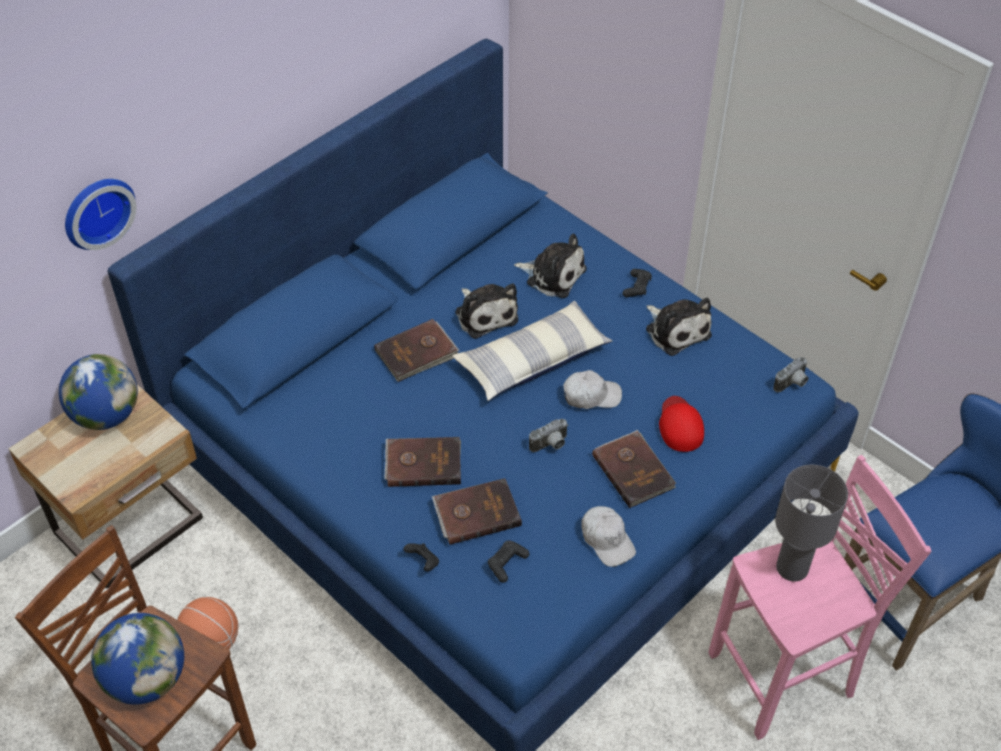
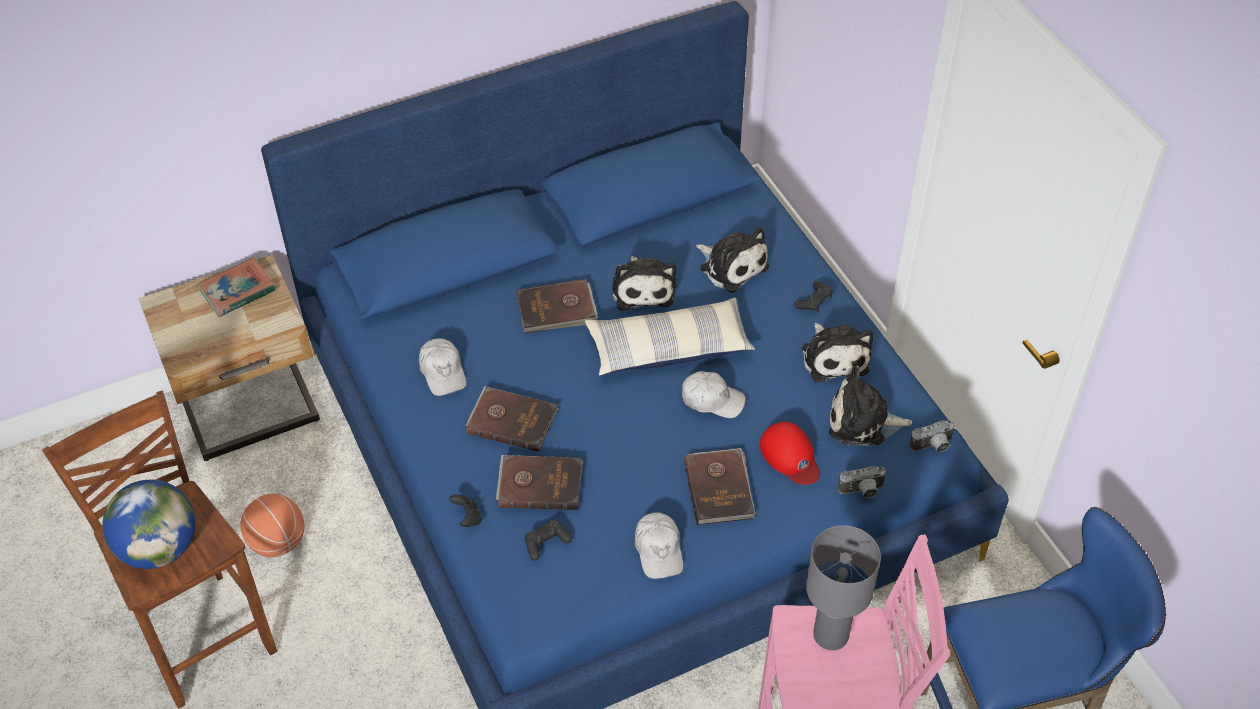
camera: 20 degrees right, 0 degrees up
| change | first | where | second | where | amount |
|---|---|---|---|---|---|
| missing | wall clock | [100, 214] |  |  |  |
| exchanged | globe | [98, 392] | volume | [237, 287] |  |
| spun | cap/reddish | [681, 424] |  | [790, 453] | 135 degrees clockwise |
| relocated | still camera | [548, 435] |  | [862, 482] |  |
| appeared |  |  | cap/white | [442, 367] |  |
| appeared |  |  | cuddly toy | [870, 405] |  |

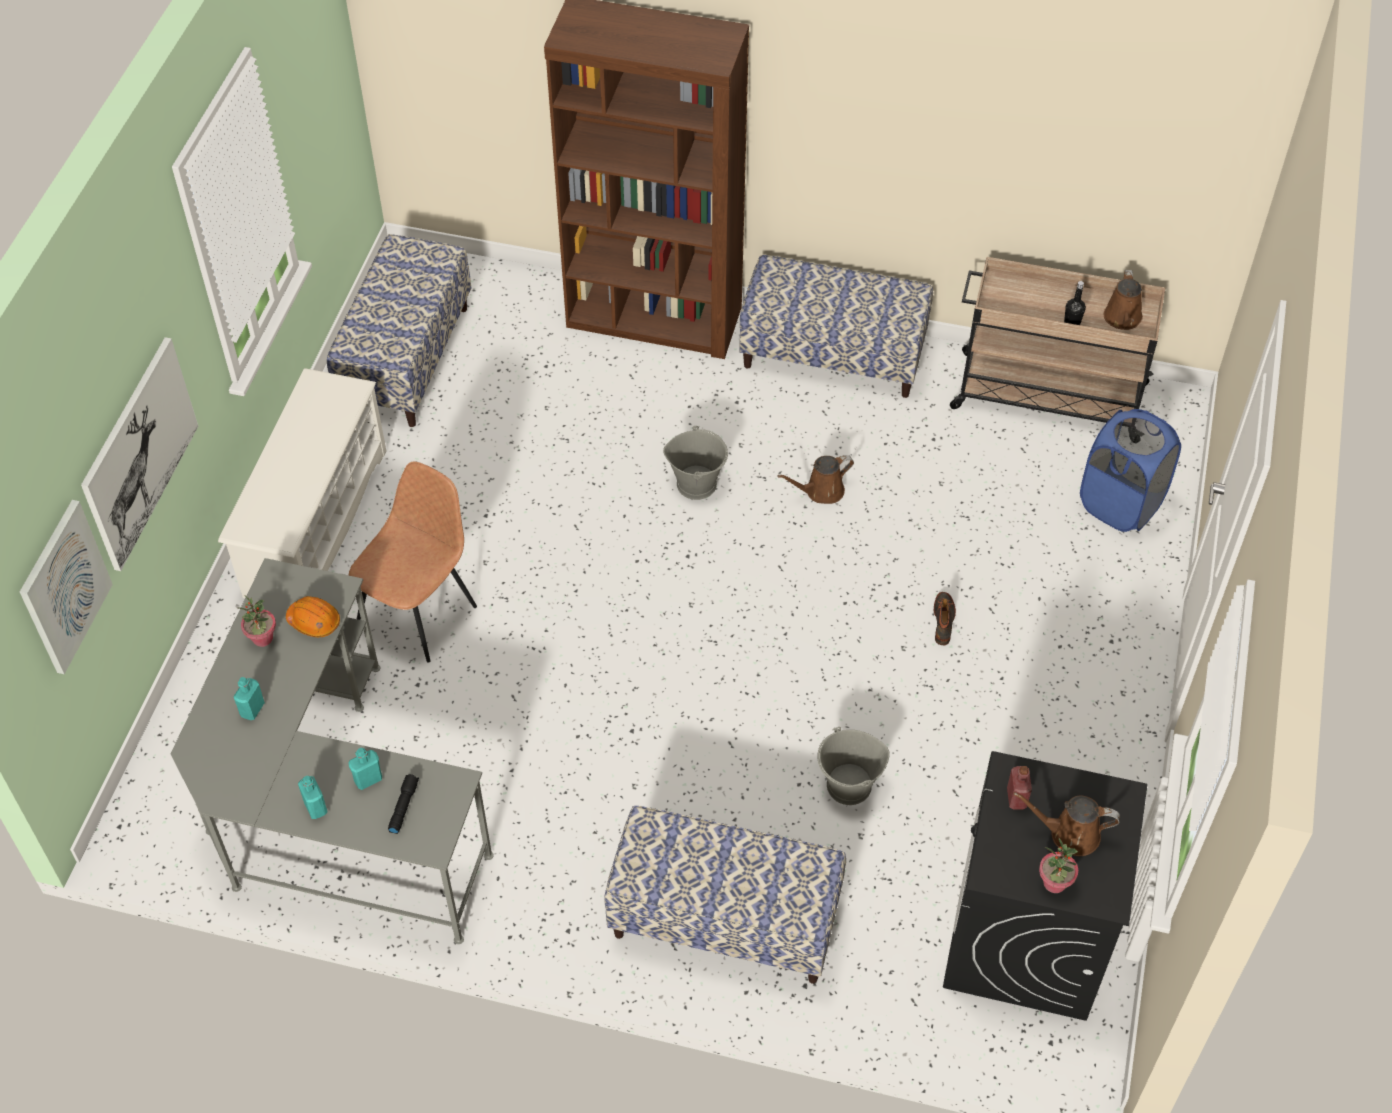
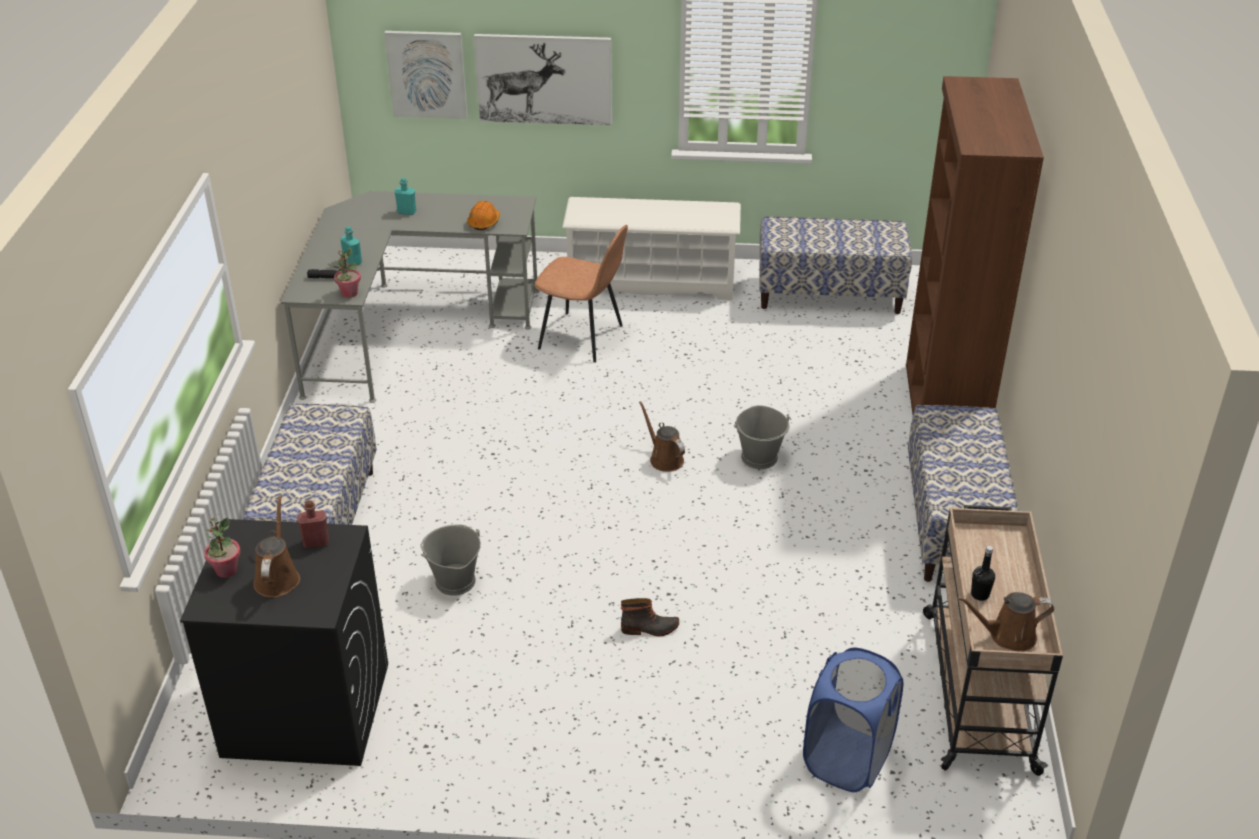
camera: 80 degrees right, 15 degrees down
| change | first | where | second | where | amount |
|---|---|---|---|---|---|
| relocated | watering can/brown | [815, 479] |  | [662, 436] |  |
| relocated | plant in a pot | [257, 621] |  | [347, 273] |  |
| missing | drink bottle/blue-green | [313, 797] |  |  |  |

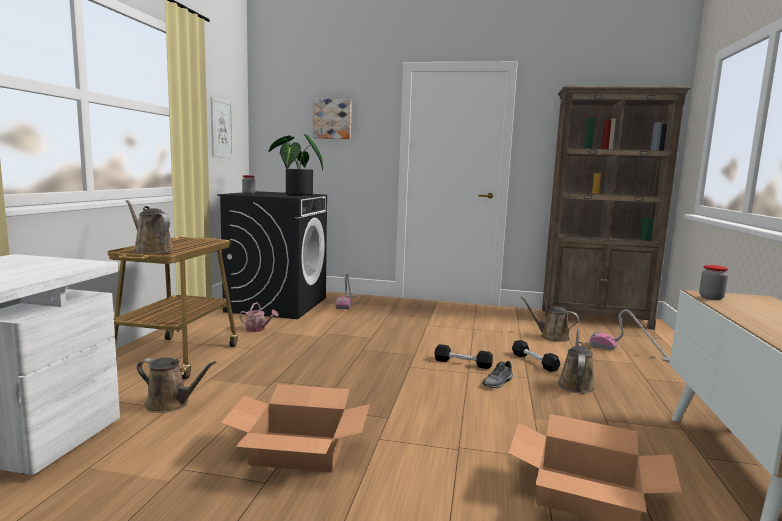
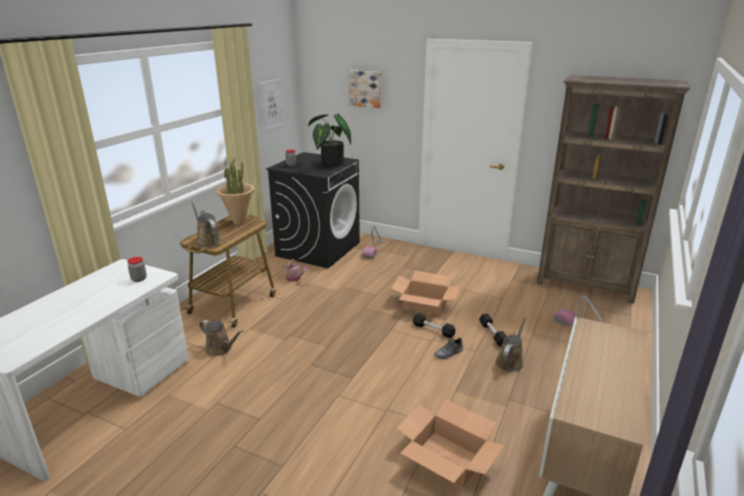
camera: 15 degrees right, 15 degrees up
| change | first | where | second | where | amount |
|---|---|---|---|---|---|
| relocated | storage jar | [713, 282] |  | [137, 269] |  |
| missing | watering can/brown | [549, 319] |  |  |  |
| relocated | cardboard box | [295, 428] |  | [426, 293] |  |
| appeared |  |  | plant in a pot | [235, 191] |  |

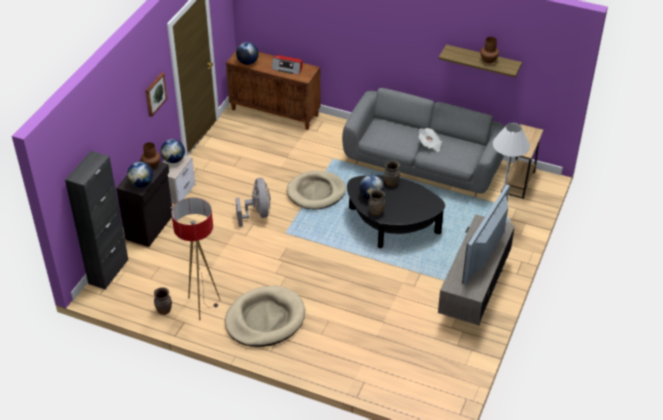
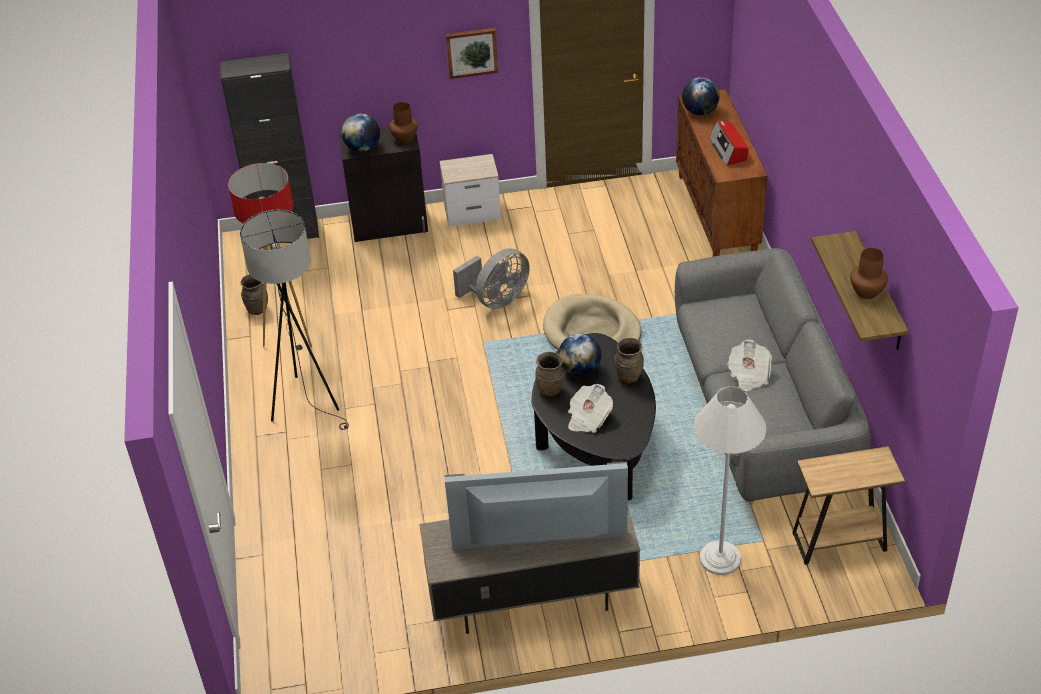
camera: 60 degrees right, 0 degrees up
| change | first | where | second | where | amount |
|---|---|---|---|---|---|
| missing | globe | [173, 151] |  |  |  |
| exchanged | dog bed/beige | [265, 316] | standing lamp/gray | [294, 320] |  |
| appeared |  |  | printed paper | [590, 408] |  |

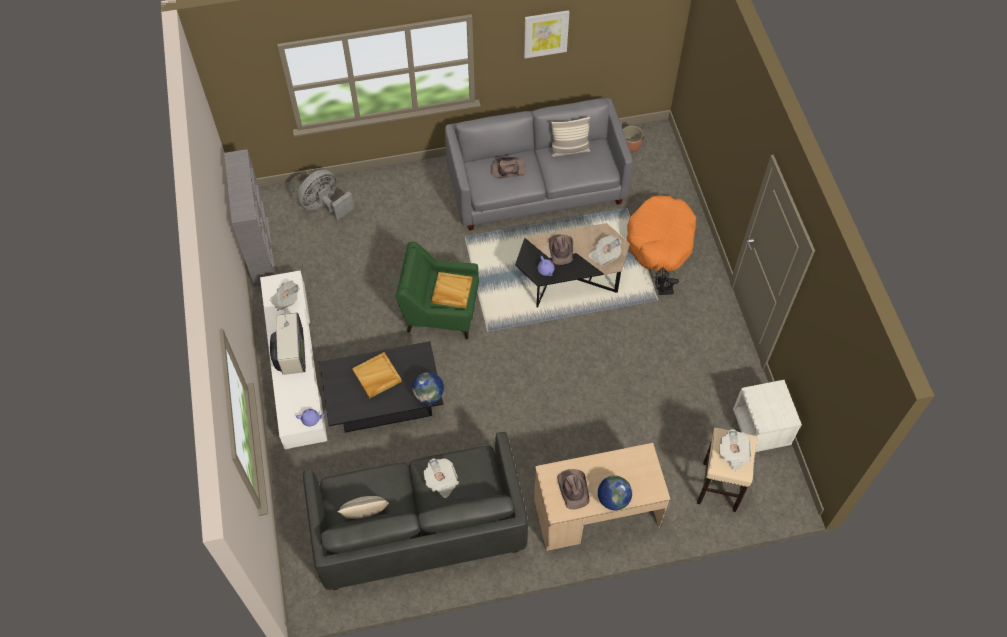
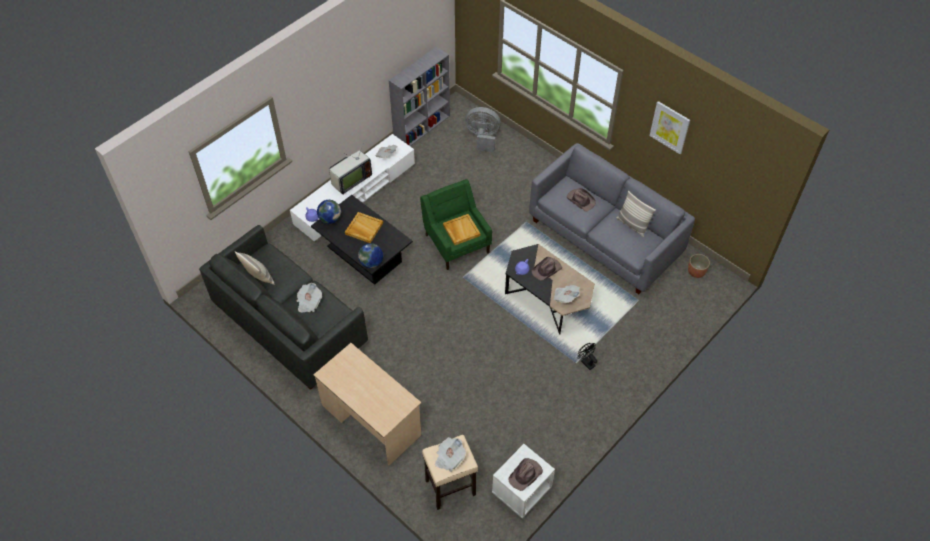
camera: 55 degrees right, 5 degrees down
| change | first | where | second | where | amount |
|---|---|---|---|---|---|
| missing | dog bed/orange | [661, 233] |  |  |  |
| relocated | hat/brown | [573, 489] |  | [525, 474] |  |
| relocated | globe | [615, 493] |  | [329, 212] |  |

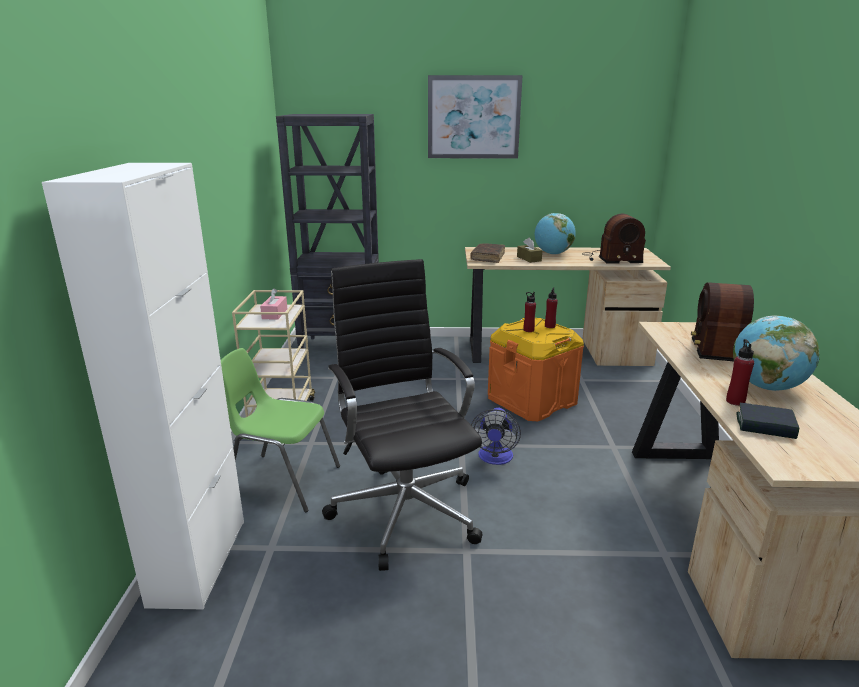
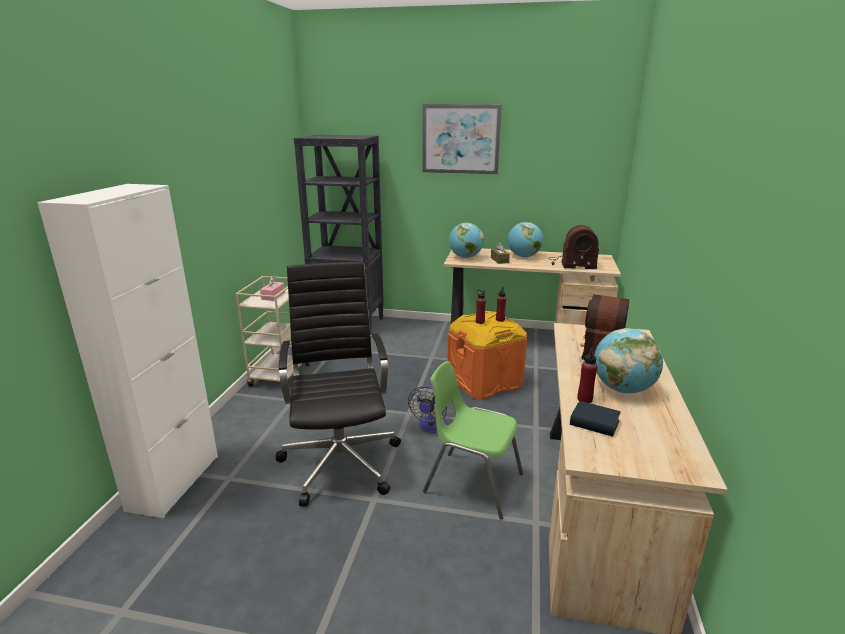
camera: 10 degrees right, 0 degrees up
| change | first | where | second | where | amount |
|---|---|---|---|---|---|
| exchanged | volume/brown | [487, 253] | globe | [466, 240] |  |
| relocated | chair/greenish | [280, 430] |  | [473, 440] |  |

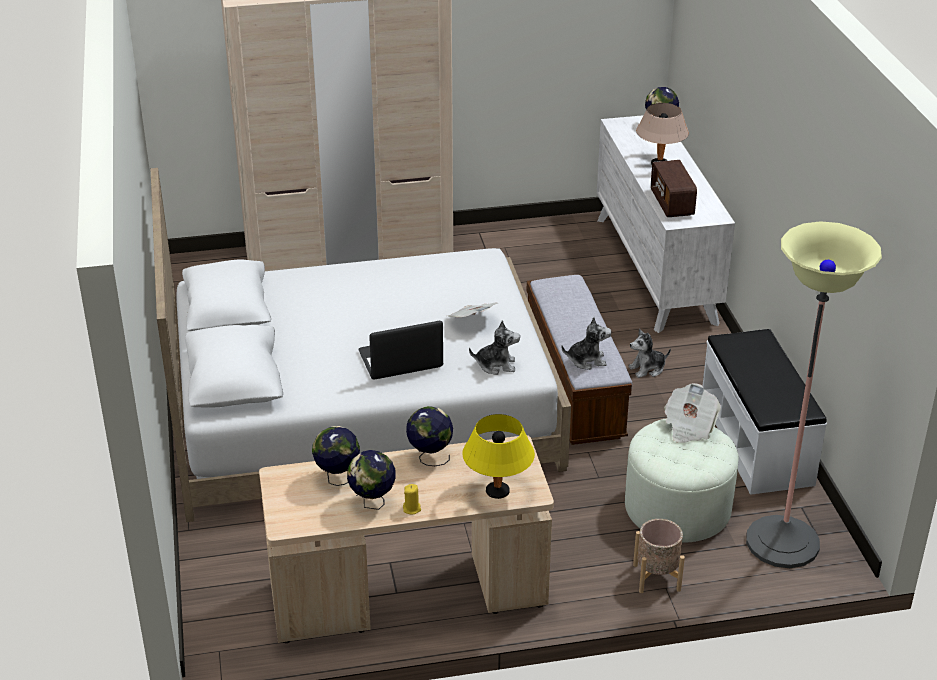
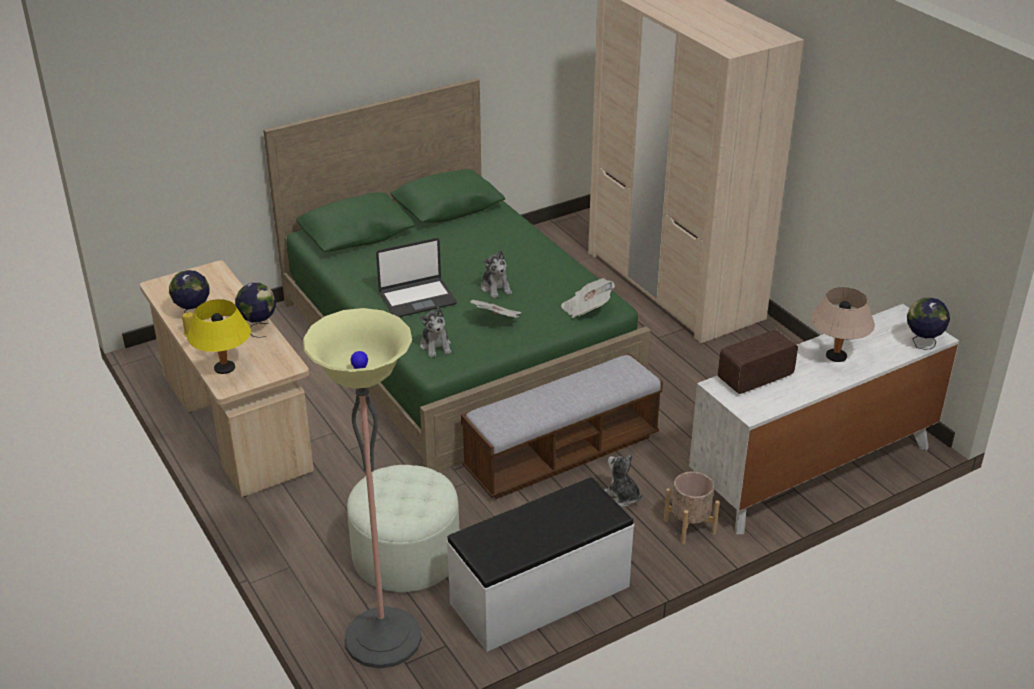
camera: 70 degrees right, 0 degrees up
| change | first | where | second | where | amount |
|---|---|---|---|---|---|
| colour | bedroom bed/white | [360, 345] | bedroom bed/greenish | [457, 275] |  |
| relocated | cuddly toy | [586, 343] |  | [496, 274] |  |
| spun | portable computer | [401, 350] |  | [416, 277] | 105 degrees clockwise |
| relocated | printed paper | [692, 413] |  | [588, 298] |  |
| missing | globe | [336, 456] |  |  |  |
| relocated | flower pot/beige | [659, 556] |  | [692, 508] |  |

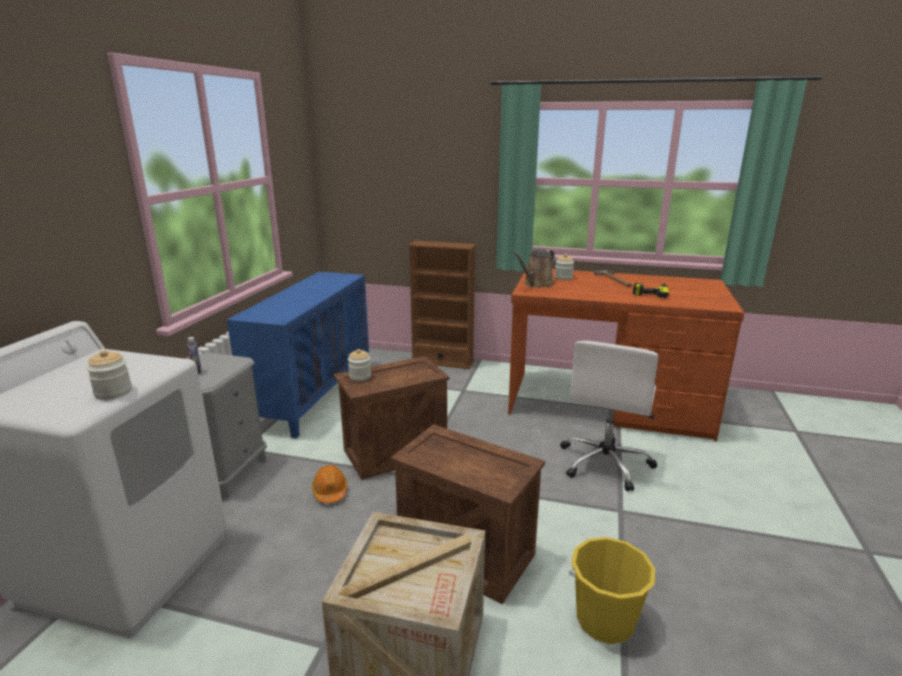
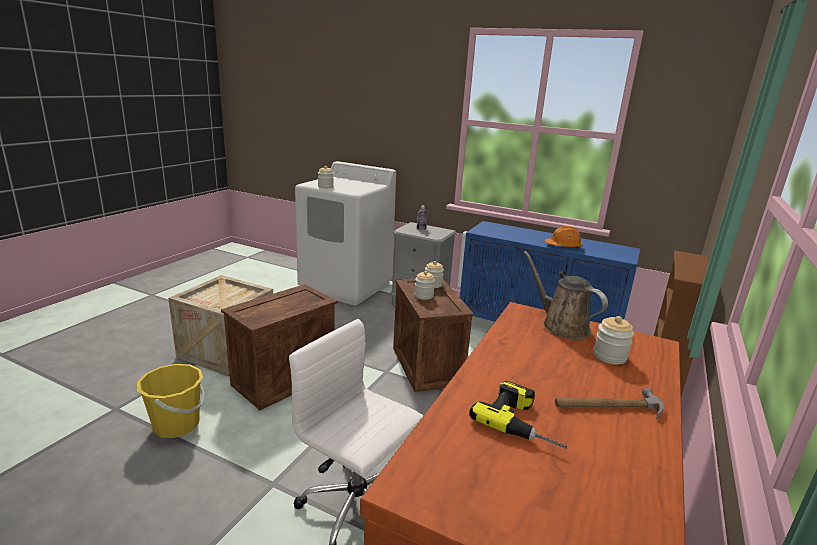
camera: 100 degrees right, 0 degrees up
| change | first | where | second | where | amount |
|---|---|---|---|---|---|
| relocated | safety helmet/orange | [330, 484] |  | [564, 237] |  |
| appeared |  |  | storage jar | [424, 285] |  |

